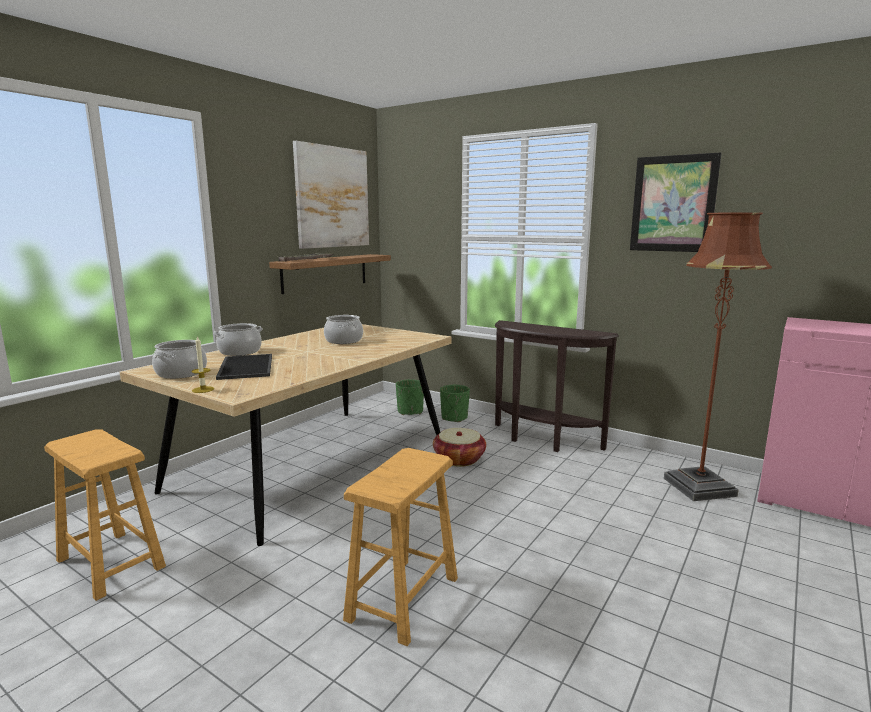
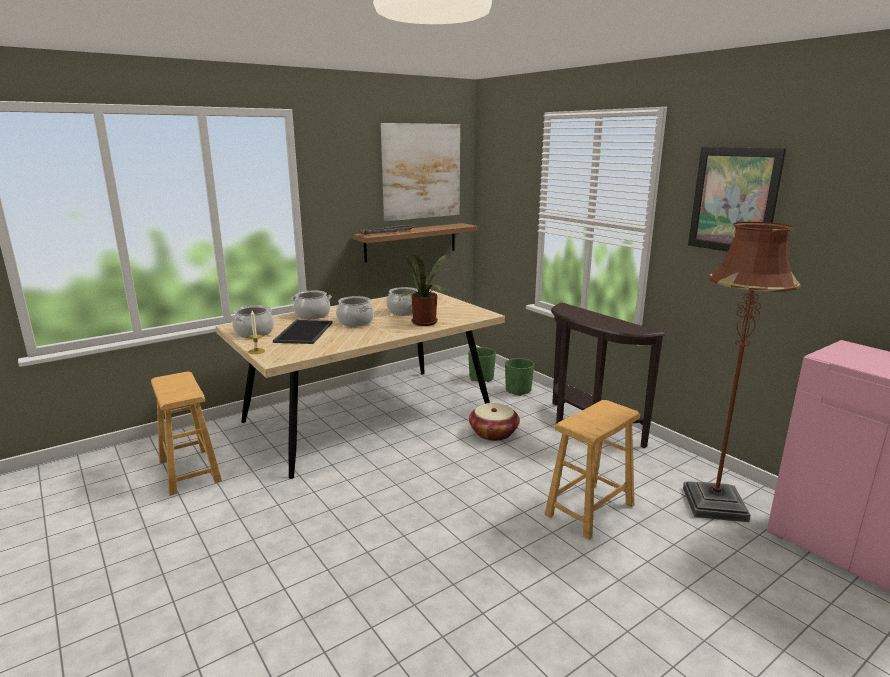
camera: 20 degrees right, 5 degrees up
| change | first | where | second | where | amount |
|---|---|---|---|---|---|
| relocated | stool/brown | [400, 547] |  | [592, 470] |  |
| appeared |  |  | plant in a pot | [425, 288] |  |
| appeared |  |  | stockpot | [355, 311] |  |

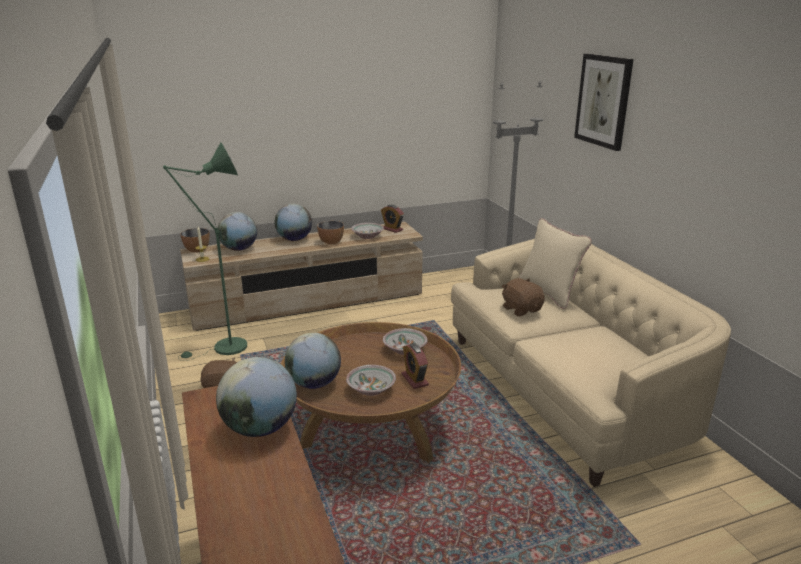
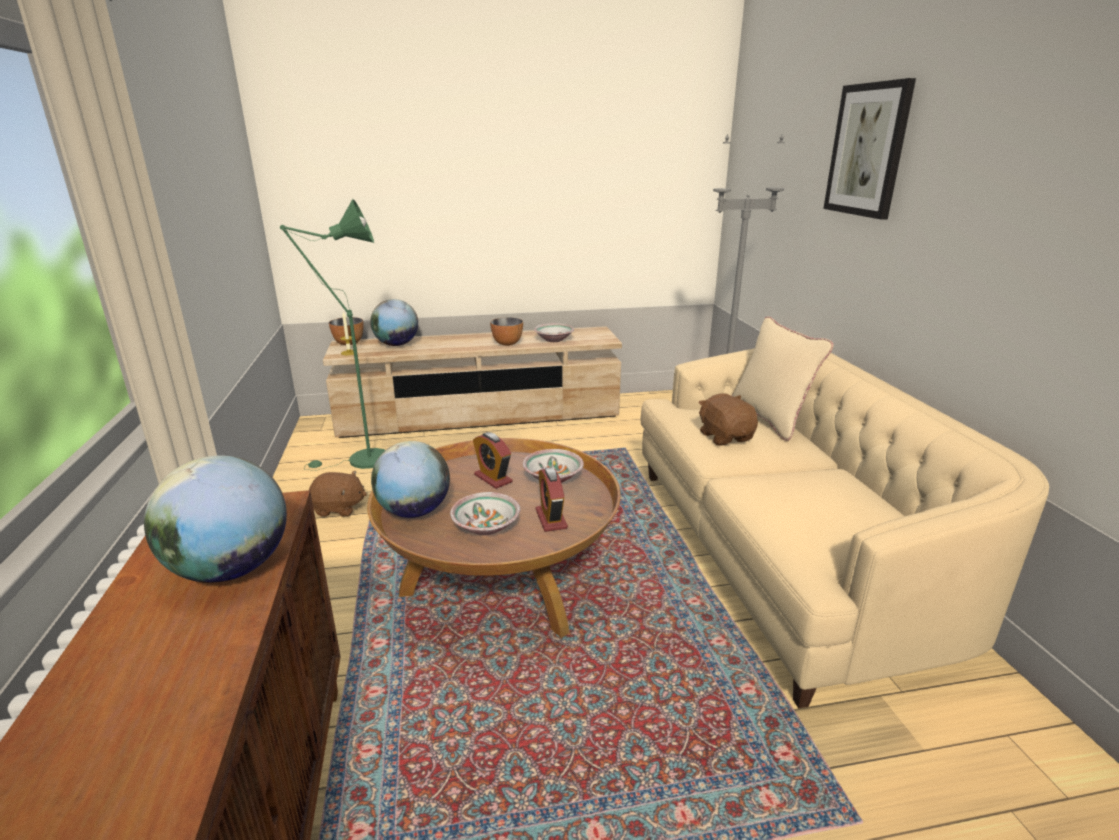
camera: 10 degrees right, 0 degrees up
| change | first | where | second | where | amount |
|---|---|---|---|---|---|
| missing | globe | [293, 222] |  |  |  |
| relocated | table clock | [392, 219] |  | [492, 460] |  |

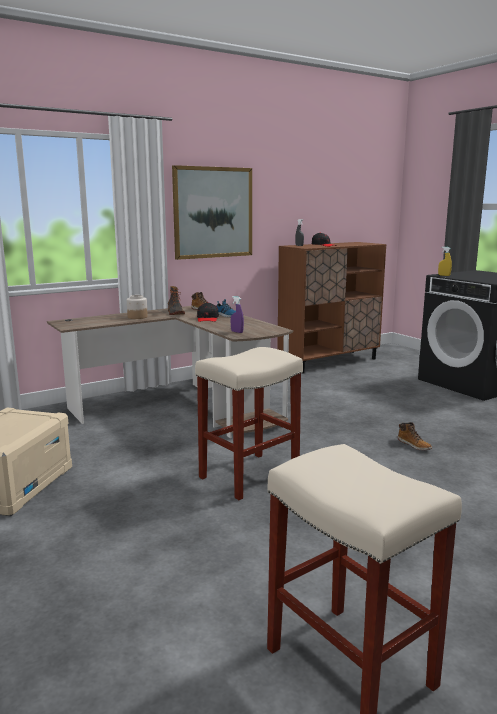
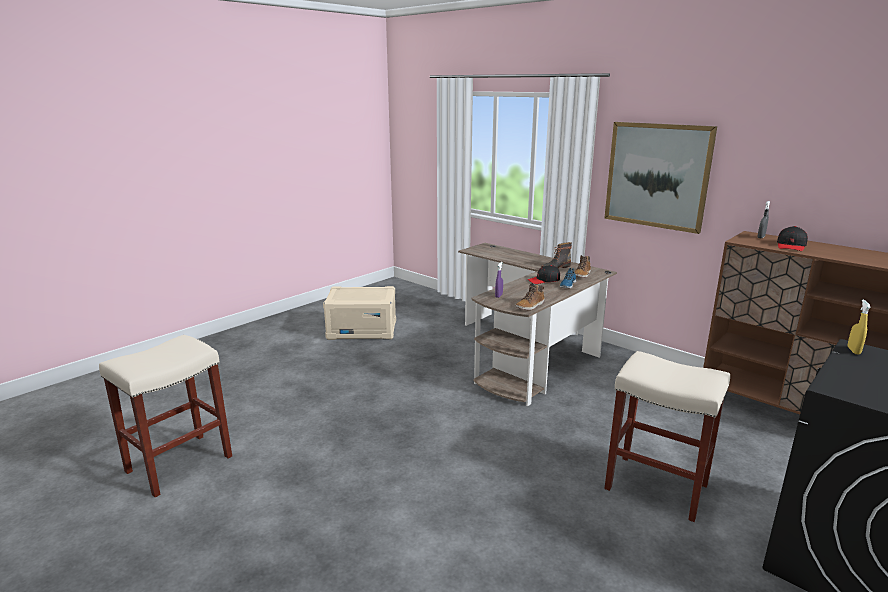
camera: 75 degrees right, 5 degrees up
| change | first | where | second | where | amount |
|---|---|---|---|---|---|
| missing | storage jar | [137, 307] |  |  |  |
| relocated | stool/beige | [249, 423] |  | [667, 436] |  |
| relocated | boot | [415, 436] |  | [530, 296] |  |

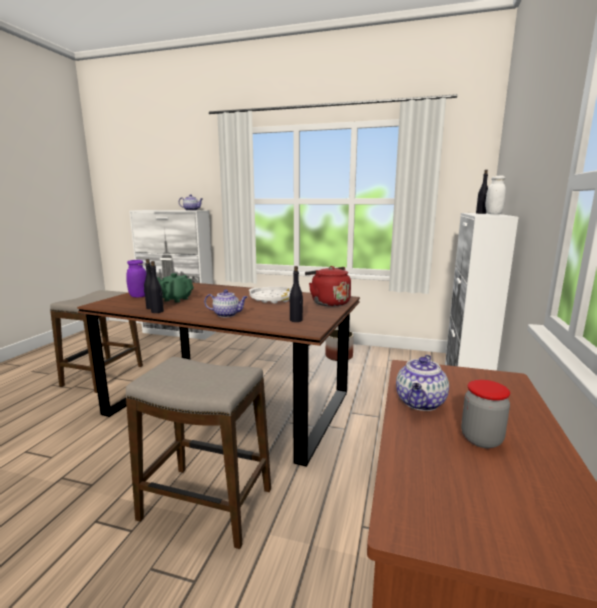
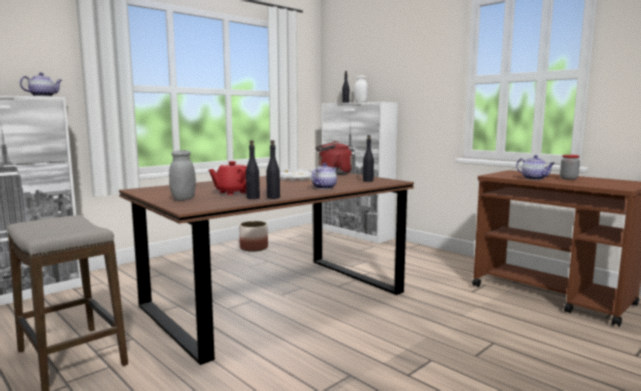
camera: 60 degrees left, 5 degrees down
| change | first | where | second | where | amount |
|---|---|---|---|---|---|
| colour | storage jar/purplish | [136, 278] | storage jar/gray | [182, 175] |  |
| colour | pot for tea/greenish | [175, 288] | pot for tea/reddish | [228, 178] |  |
| missing | stool | [198, 453] |  |  |  |

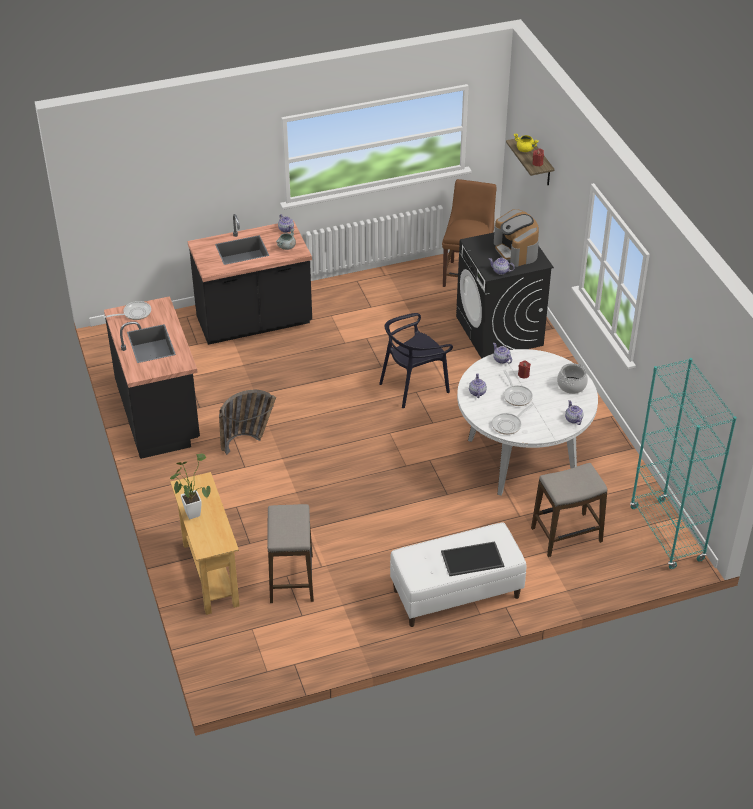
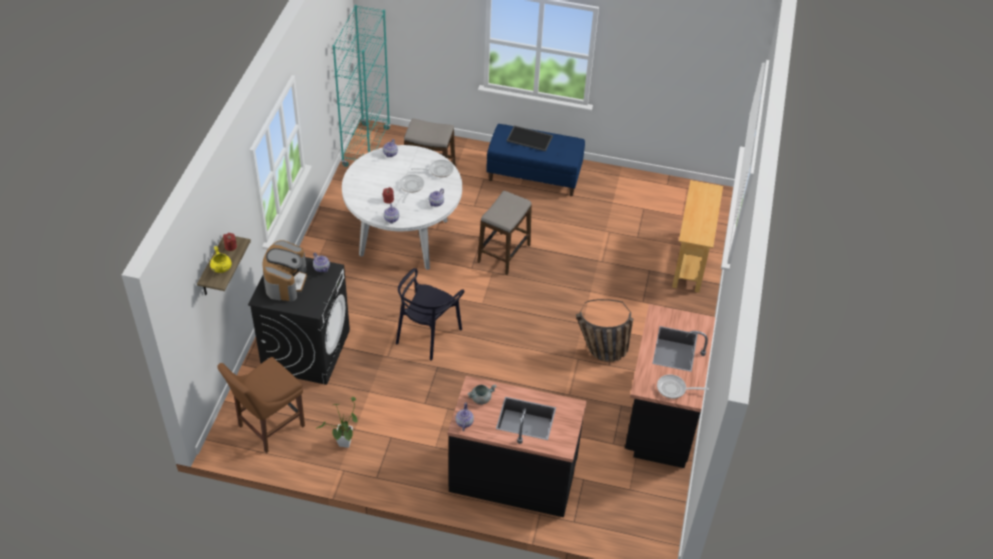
camera: 150 degrees left, 5 degrees up
| change | first | where | second | where | amount |
|---|---|---|---|---|---|
| spun | chair/black-coloured | [416, 360] |  | [430, 314] | 120 degrees clockwise |
| missing | stockpot | [572, 378] |  |  |  |
| relocated | plant in a pot | [190, 486] |  | [336, 422] |  |
| relocated | stool | [290, 553] |  | [504, 233] |  |
| colour | long seat/white | [458, 574] | long seat/bluish | [535, 160] |  |

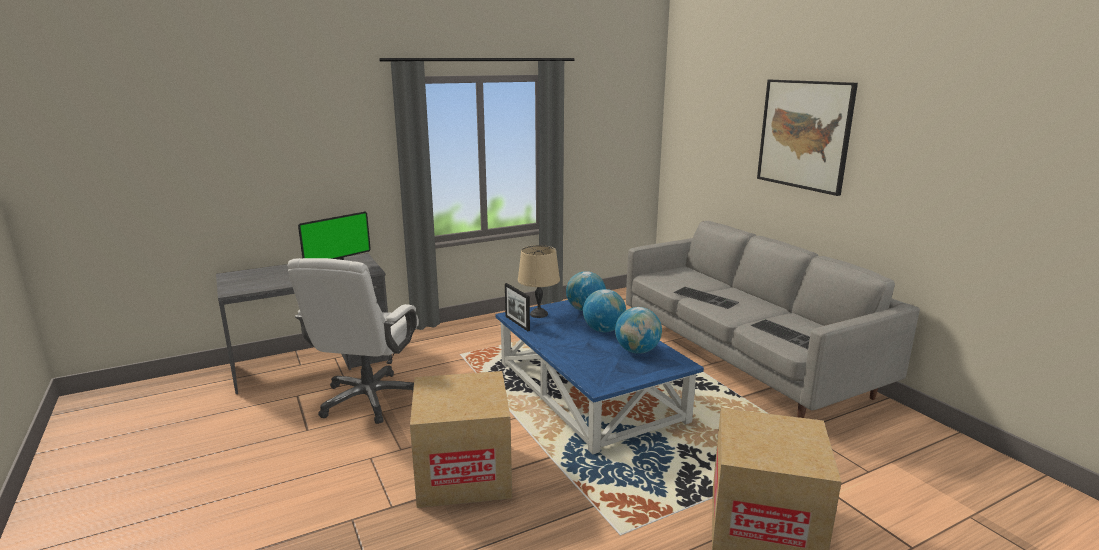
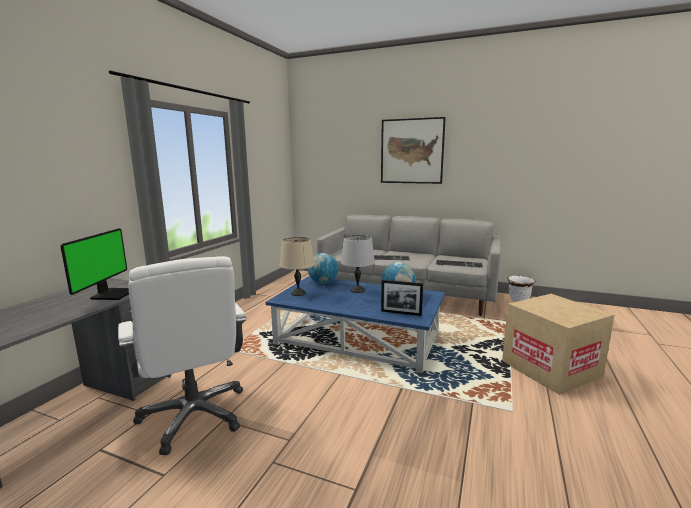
camera: 40 degrees left, 5 degrees down
| change | first | where | second | where | amount |
|---|---|---|---|---|---|
| relocated | picture frame | [517, 307] |  | [402, 298] |  |
| exchanged | globe | [604, 310] | tabletop lamp/gray | [358, 264] |  |
| missing | cardboard box | [461, 439] |  |  |  |
| appeared |  |  | flower pot/white | [521, 288] |  |

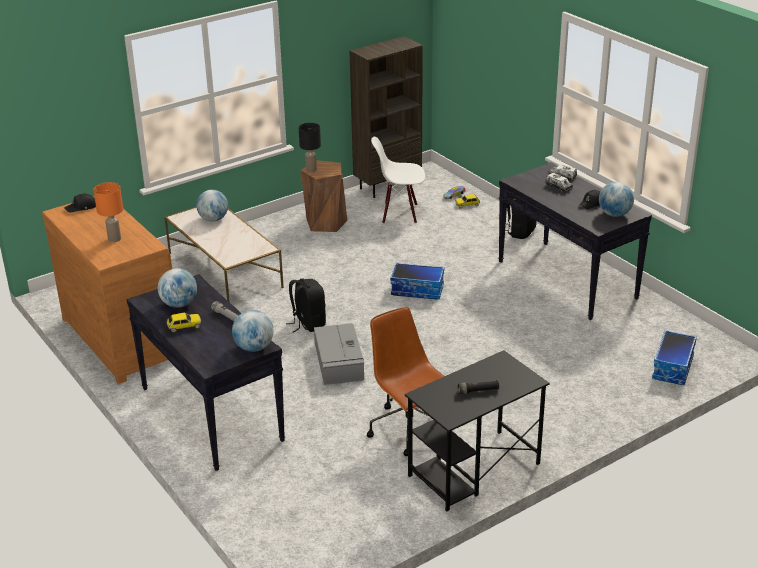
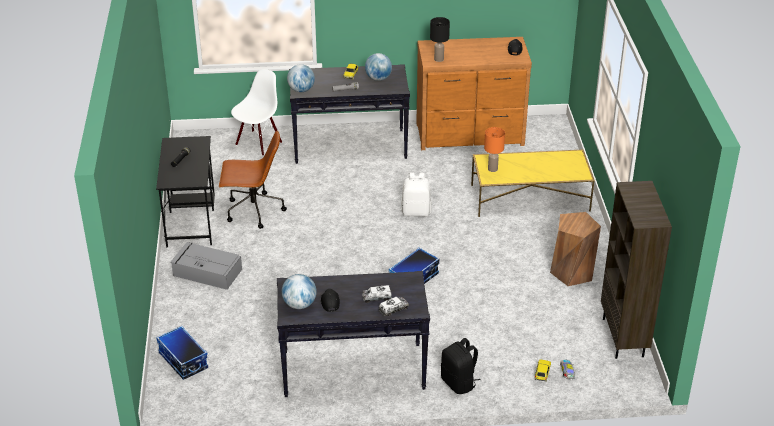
camera: 120 degrees right, 5 degrees up
| change | first | where | second | where | amount |
|---|---|---|---|---|---|
| relocated | tabletop lamp/black-coloured | [310, 148] |  | [440, 39] |  |
| relocated | chair/white | [398, 180] |  | [256, 112] |  |
| relocated | tabletop lamp/orange | [108, 212] |  | [494, 149] |  |
| missing | globe | [212, 206] |  |  |  |
| colour | lounge table/white | [224, 254] | lounge table/yellowish | [533, 183] |  |
| colour | backpack/black-coloured | [306, 305] | backpack/white | [416, 194] |  |
| relocated | storage container/gray | [339, 354] |  | [206, 266] |  |

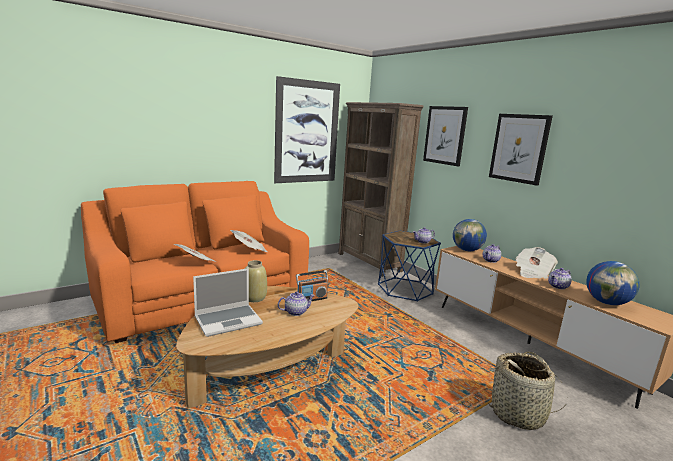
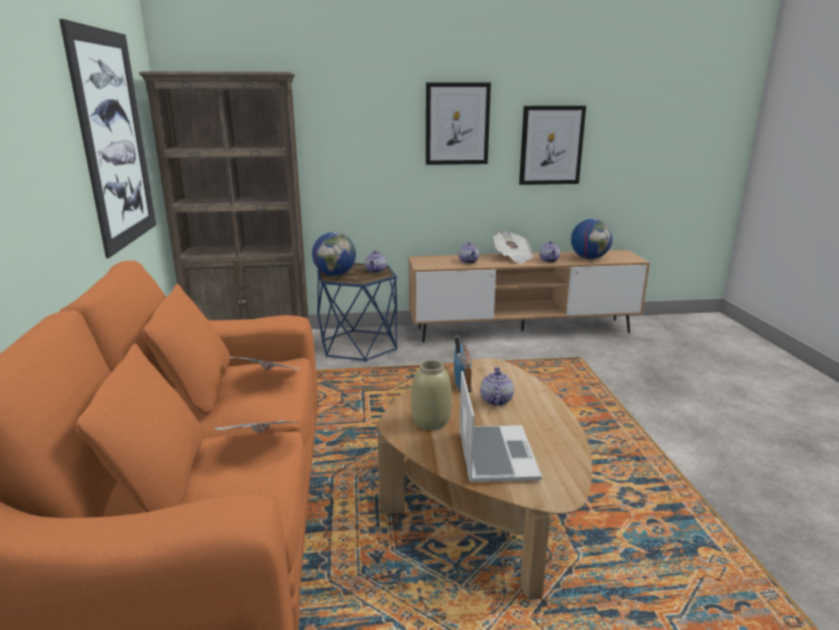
camera: 60 degrees left, 5 degrees up
| change | first | where | second | where | amount |
|---|---|---|---|---|---|
| relocated | picture | [445, 136] |  | [552, 145] |  |
| relocated | globe | [470, 235] |  | [334, 254] |  |
| missing | basket | [523, 391] |  |  |  |

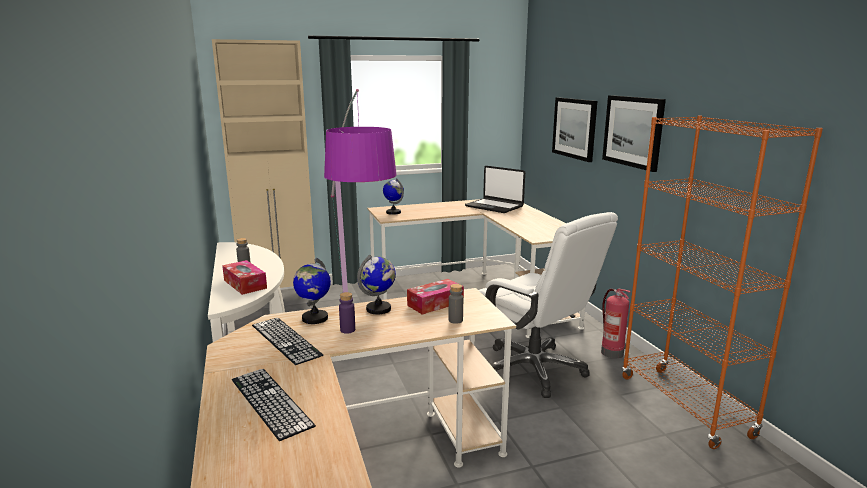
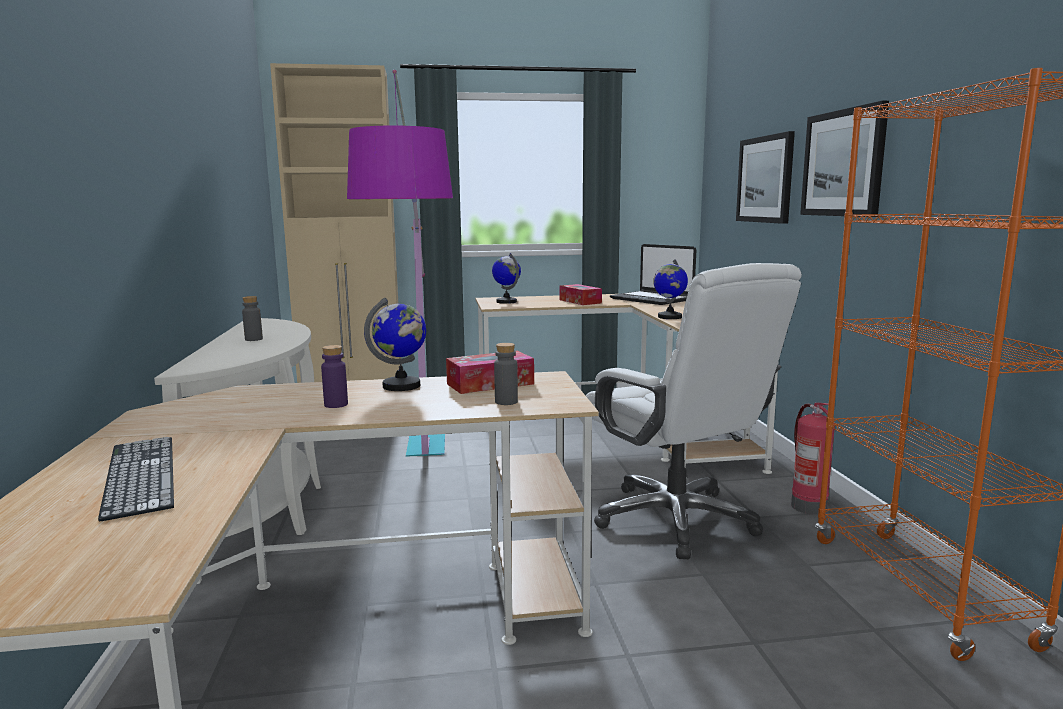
camera: 10 degrees right, 5 degrees down
| change | first | where | second | where | amount |
|---|---|---|---|---|---|
| relocated | globe | [312, 291] |  | [670, 289] |  |
| relocated | tissue holder | [244, 277] |  | [580, 294] |  |
| missing | PC keyboard | [287, 341] |  |  |  |

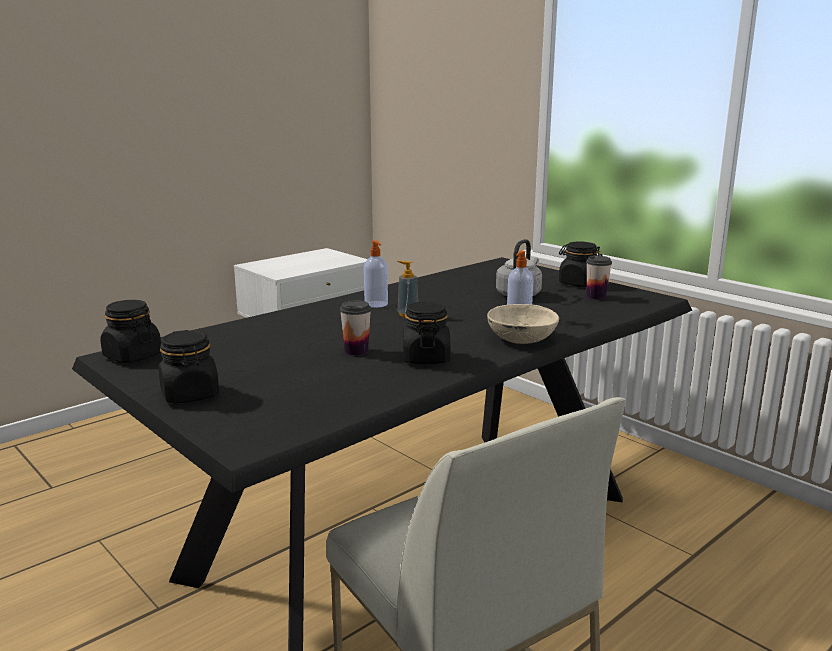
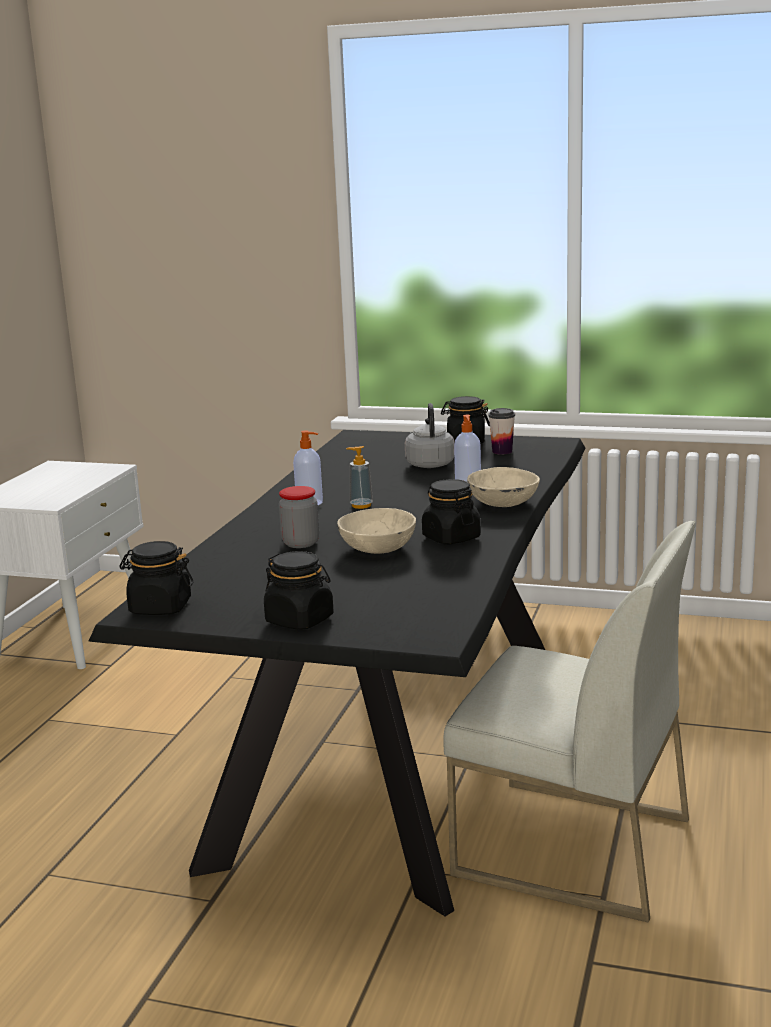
camera: 30 degrees left, 0 degrees up
| change | first | where | second | where | amount |
|---|---|---|---|---|---|
| exchanged | drinking cup | [355, 328] | serving bowl/beige | [376, 531] |  |
| appeared |  |  | storage jar | [299, 517] |  |

